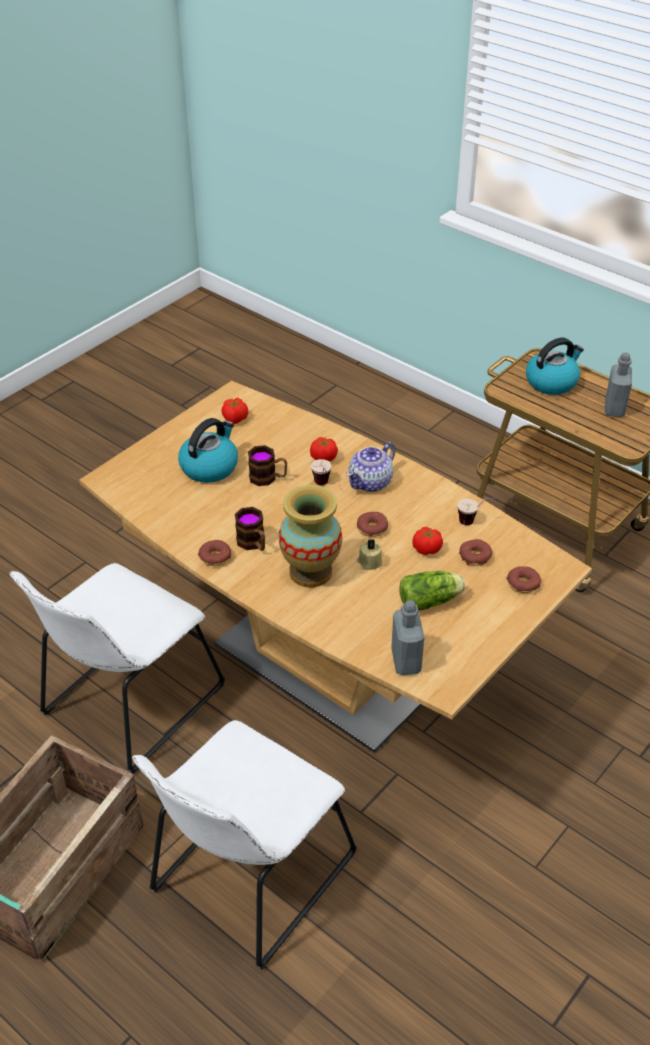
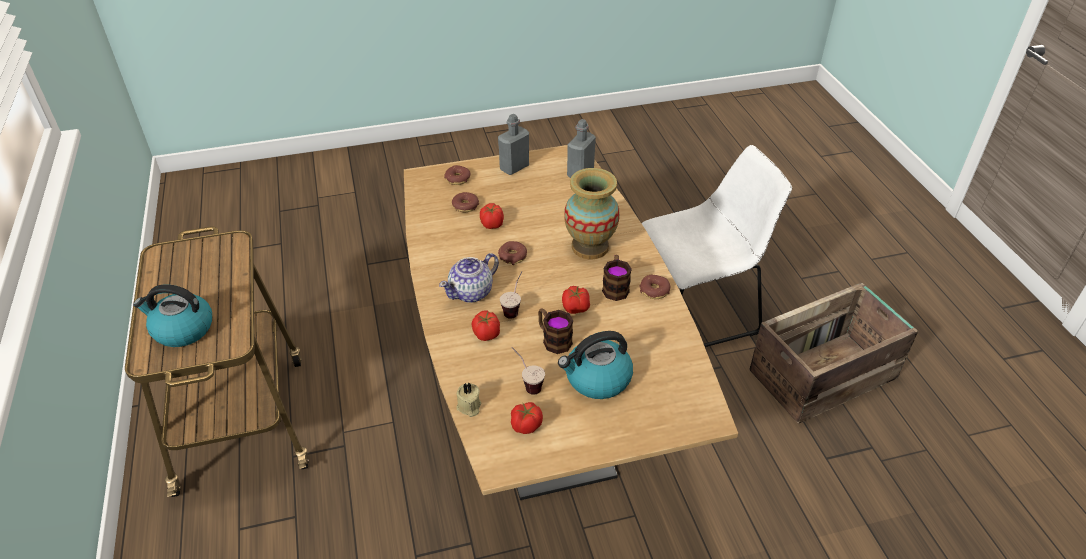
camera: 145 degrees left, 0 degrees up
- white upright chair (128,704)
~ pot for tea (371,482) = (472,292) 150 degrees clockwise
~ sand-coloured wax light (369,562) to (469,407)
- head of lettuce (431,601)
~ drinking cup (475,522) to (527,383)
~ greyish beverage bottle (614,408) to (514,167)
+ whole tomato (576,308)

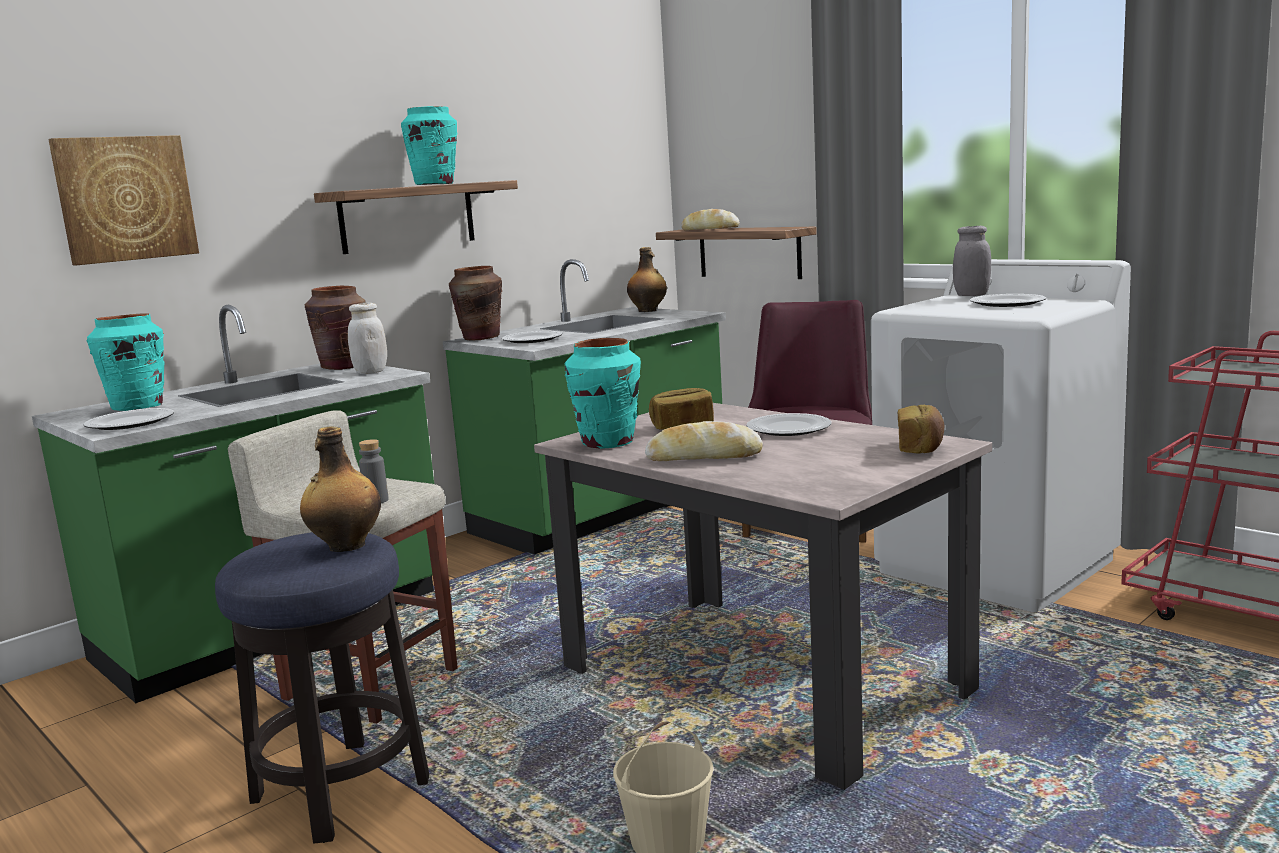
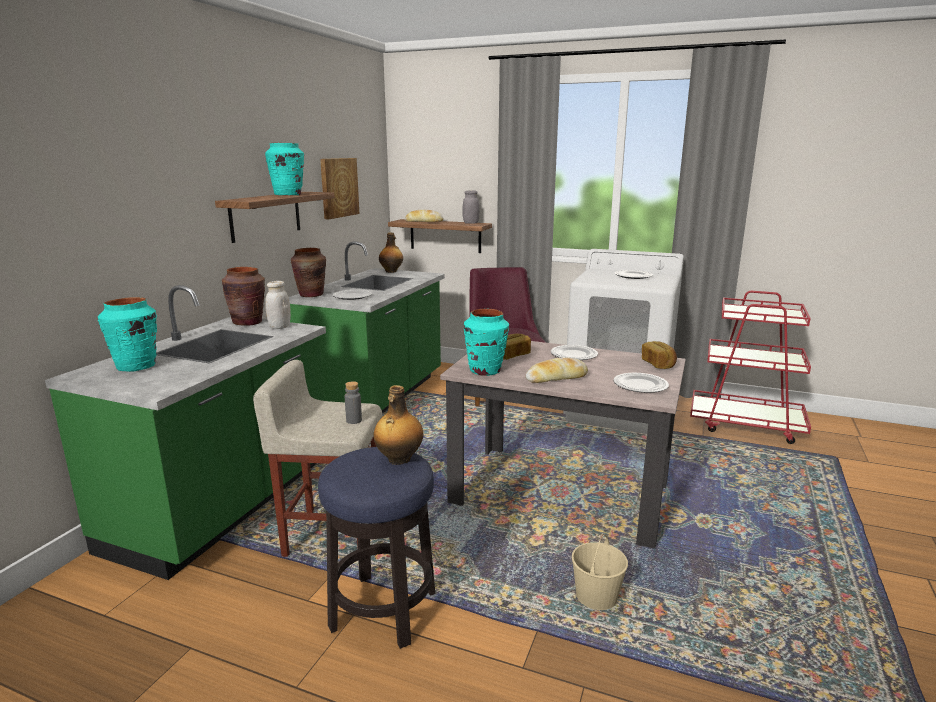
camera: 25 degrees left, 5 degrees up
~ picture (125,199) to (338,187)
~ dinner plate (131,423) to (641,385)
~ greyish preserve jar (971,295) to (470,223)

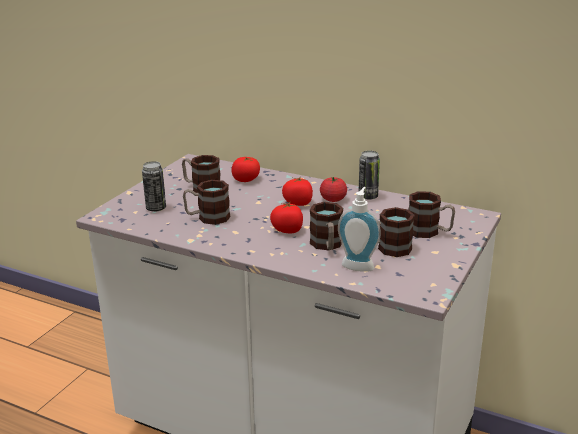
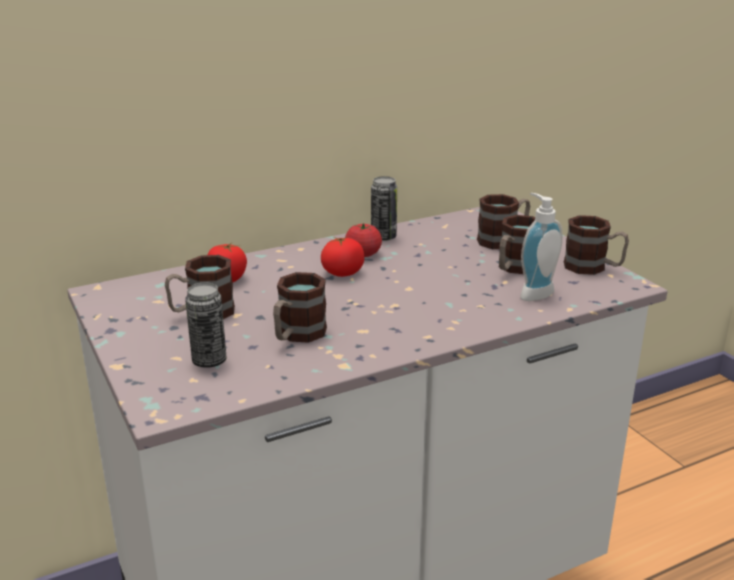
camera: 55 degrees left, 0 degrees up
- whole tomato (287,230)
~ mug (327,246) to (593,268)

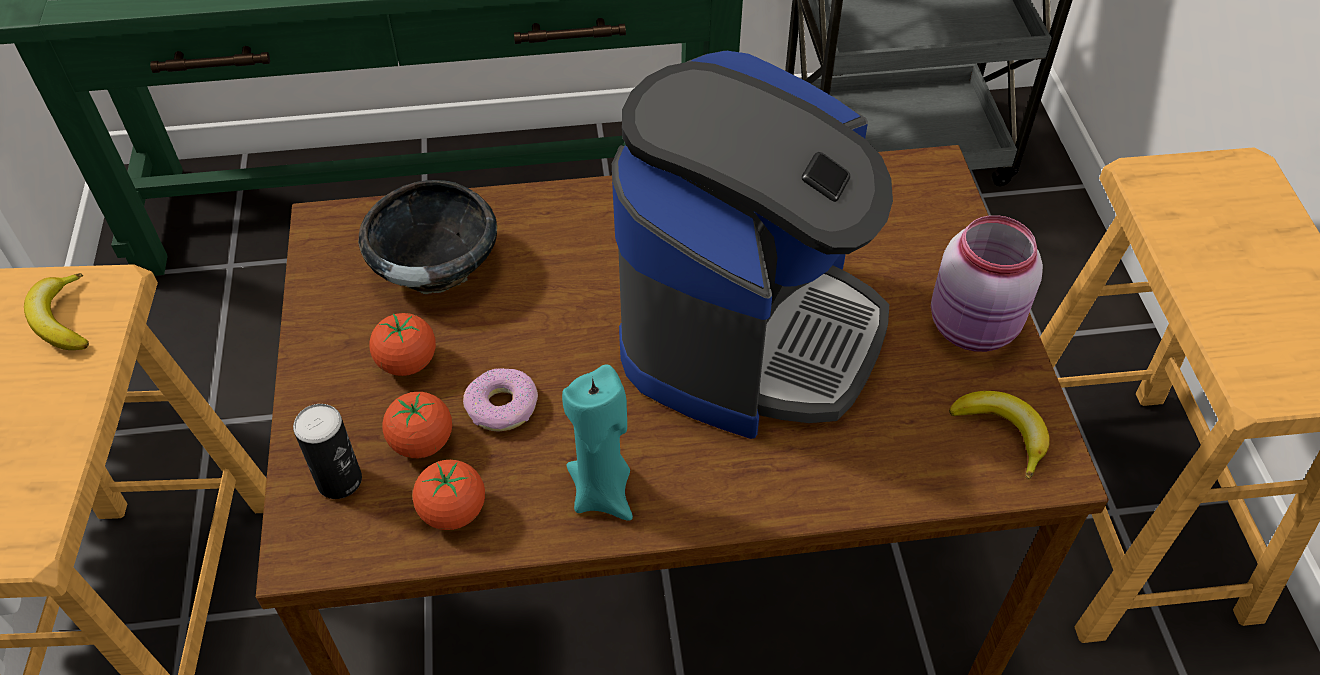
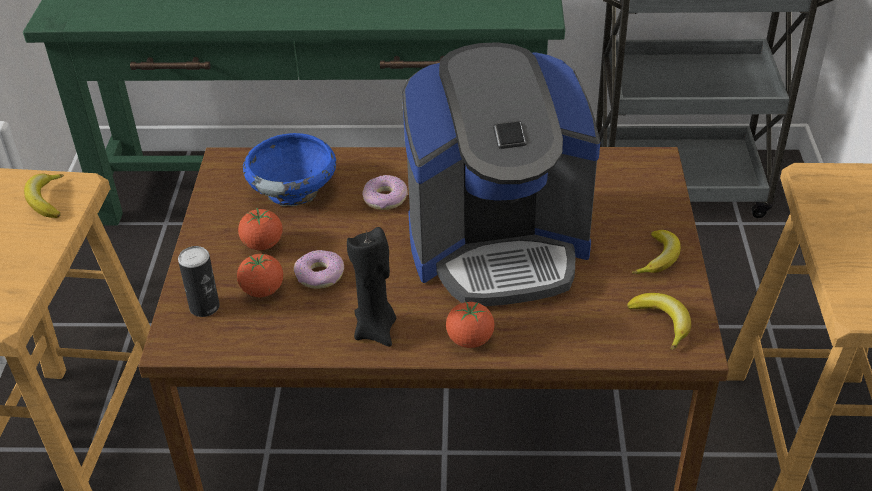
camera: 10 degrees right, 10 degrees down
~ black-coloured bowl (436,265) to blue-coloured bowl (294,190)
~ whole tomato (453,511) to (470,340)
~ turquoise wax light (603,492) to black-coloured wax light (376,330)
~ coffee machine (748,330) = (498,246) 45 degrees clockwise
~ pinkish preserve jar (974,328) to banana (659,258)
+ ring doughnut (385,198)

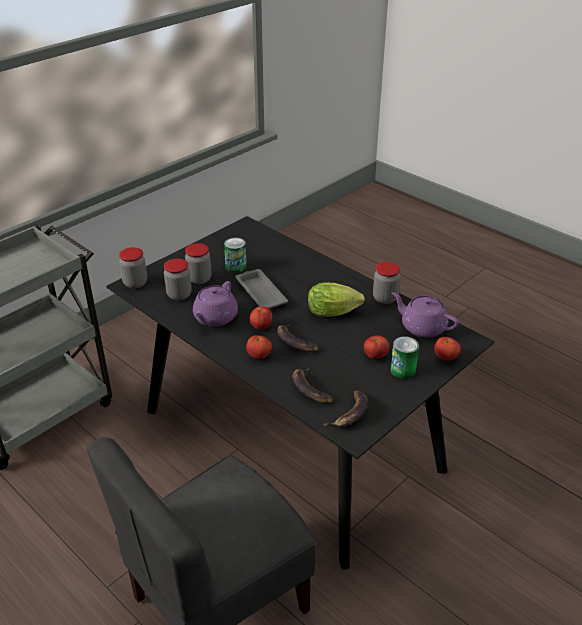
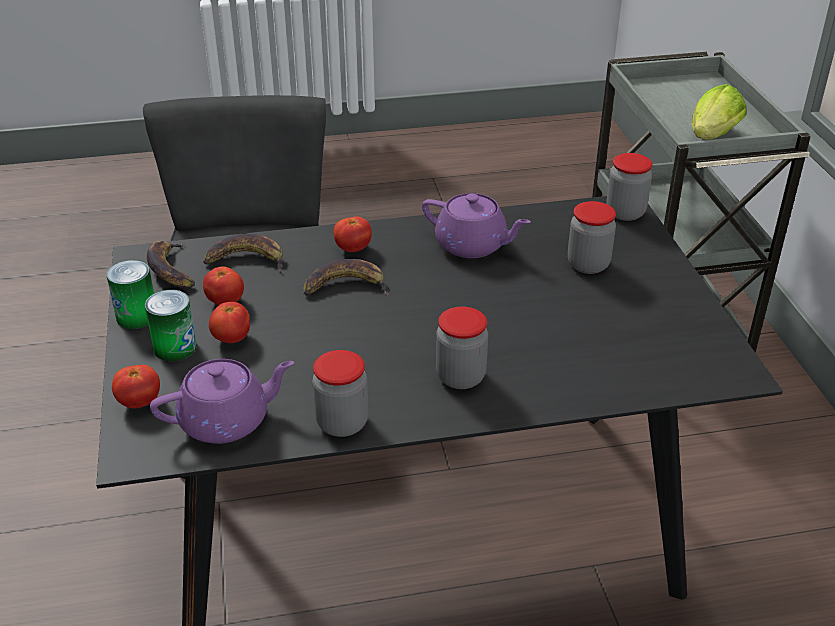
camera: 125 degrees right, 0 degrees up
~ preserve jar (179,295) to (460,377)
~ purple pot for tea (215,318) = (472,245) 150 degrees clockwise
~ sealed can (236,266) to (137,316)
- greyish carrying tray (260,293)
~ whole tomato (261,327) to (225,302)
~ head of lettuce (335,312) to (710,138)

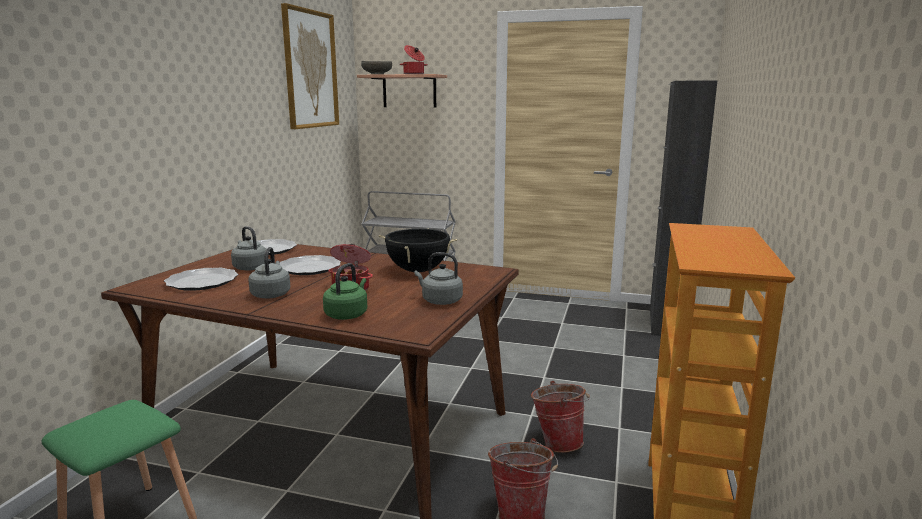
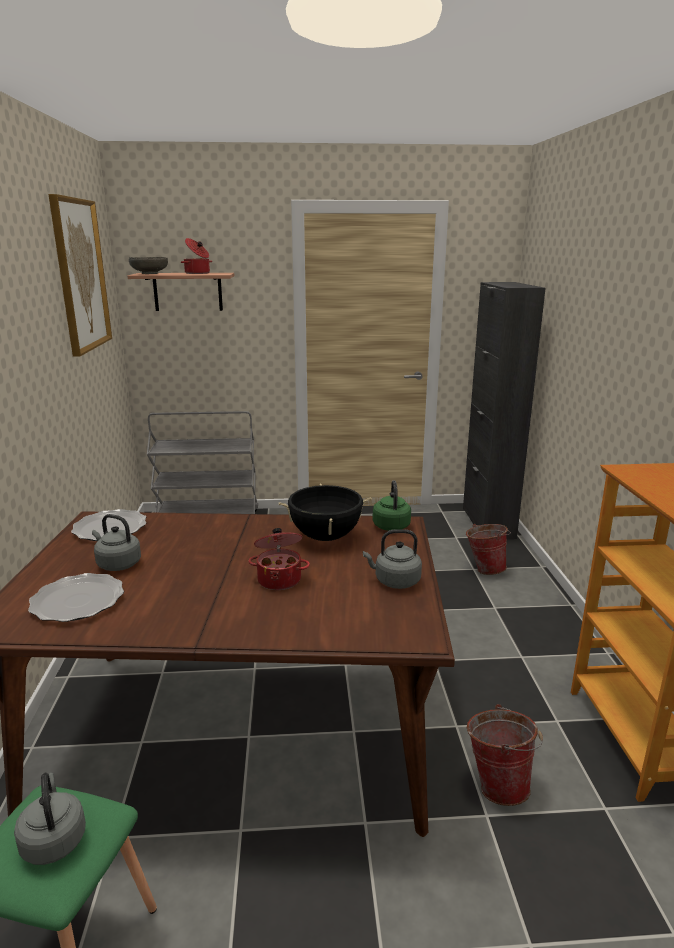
camera: 20 degrees left, 5 degrees up
~ greyish tea kettle (271,294) to (54,839)
- dinner plate (309,268)
~ greenish tea kettle (347,314) to (391,525)
~ bucket (558,443) to (484,568)

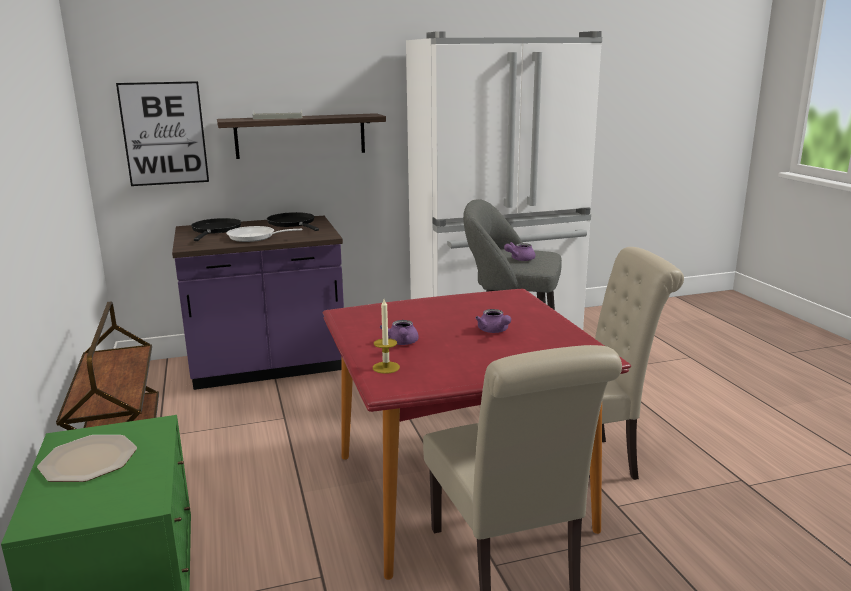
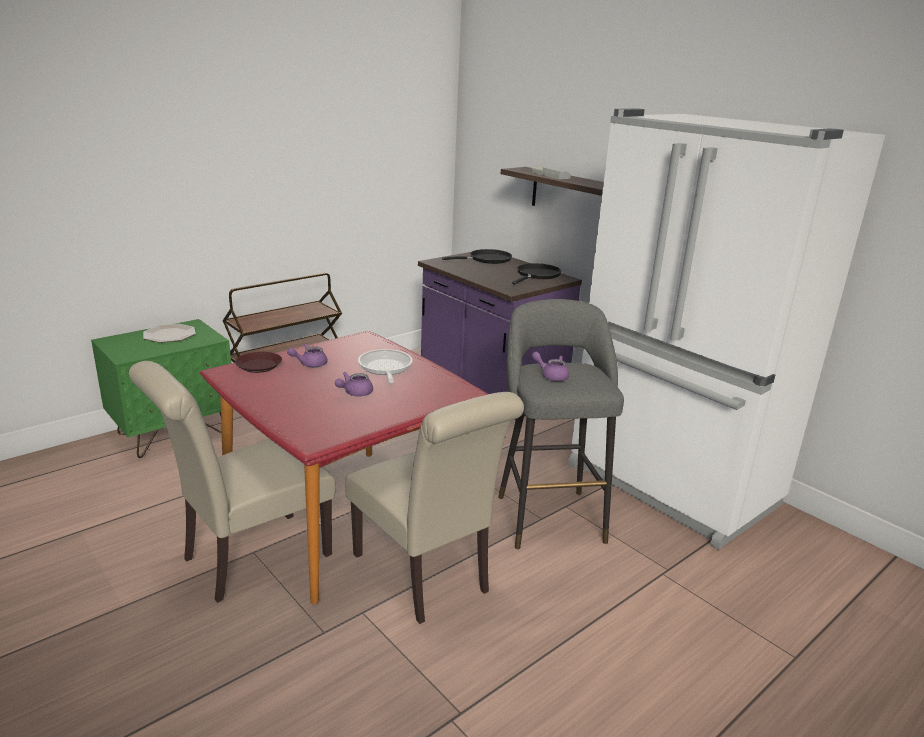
camera: 65 degrees right, 5 degrees up
- picture (164,134)
~ frying pan (255,237) to (385,368)
~ wax light (386,367) to brown dinner plate (259,366)

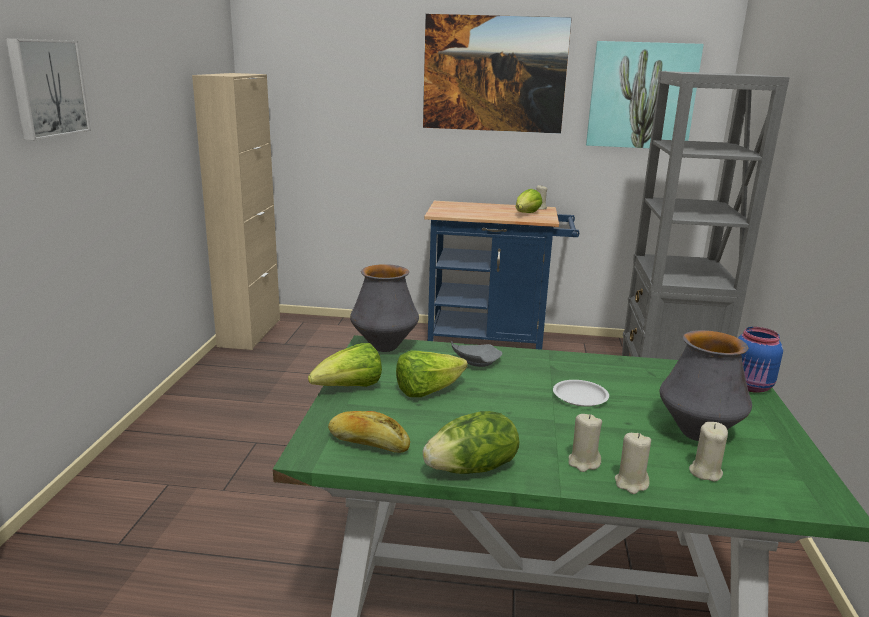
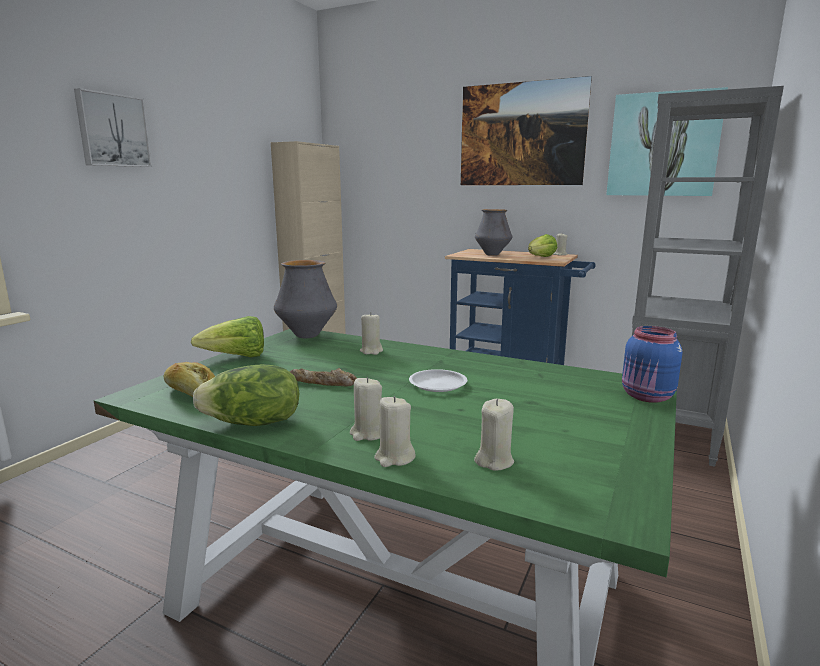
camera: 20 degrees right, 5 degrees down
- head of lettuce (427,391)
~ greyish dinner plate (475,362) to sand-coloured wax light (371,351)
~ vase (697,434) to (492,254)
+ baked bread (322,383)

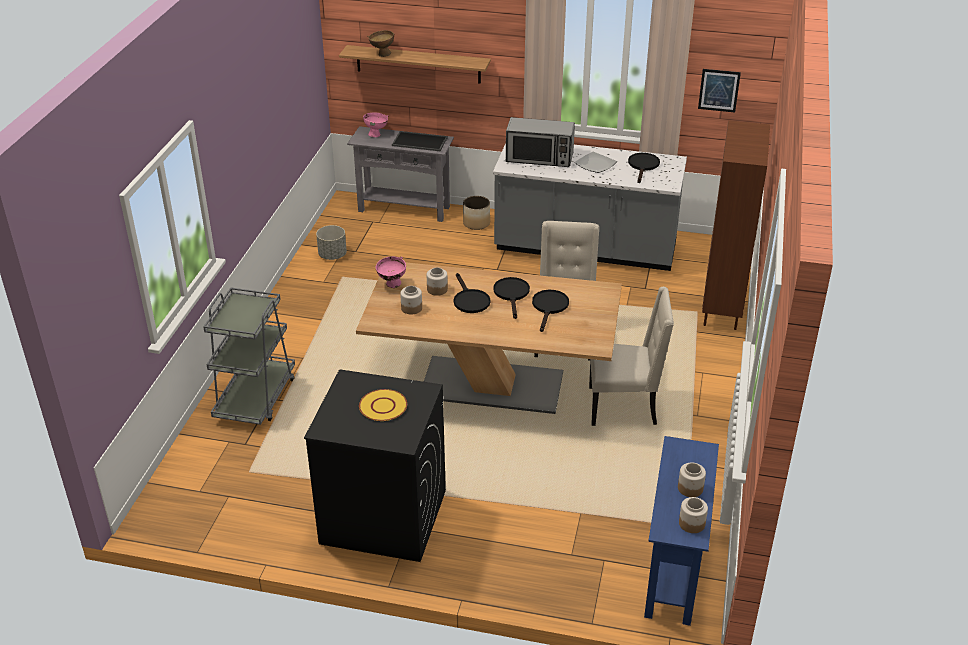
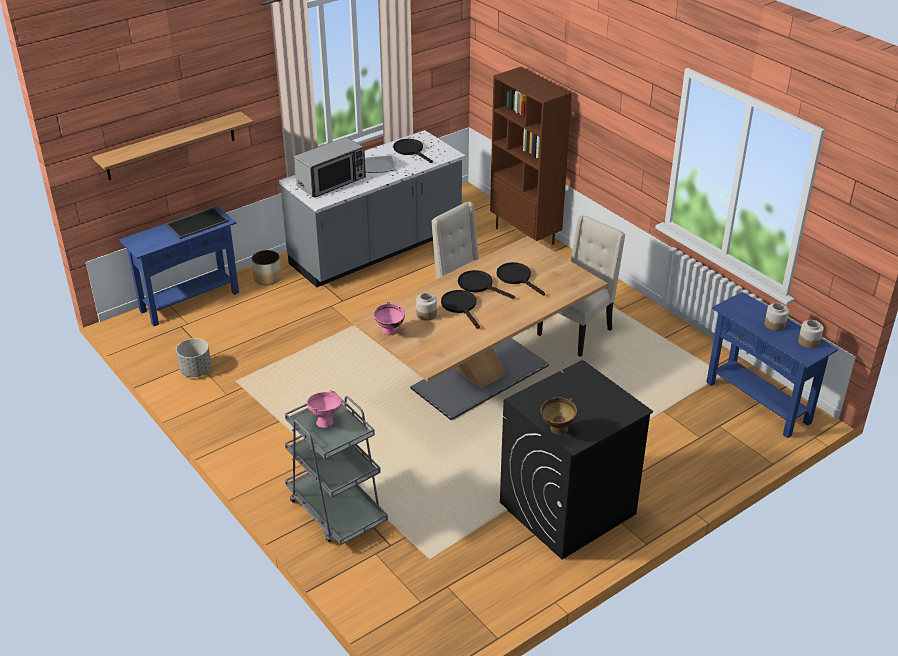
camera: 50 degrees left, 0 degrees up
~ greyish console table (404,209) to blue-coloured console table (190,301)
- yellow-coloured dinner plate (383,406)
~ pinkish bowl (377,134) to (326,420)
~ brown bowl (381,54) to (556,431)
- preserve jar (411,308)
~ black-coloured frying pan (469,300) = (461,307) 135 degrees counterclockwise
- picture (719,90)

